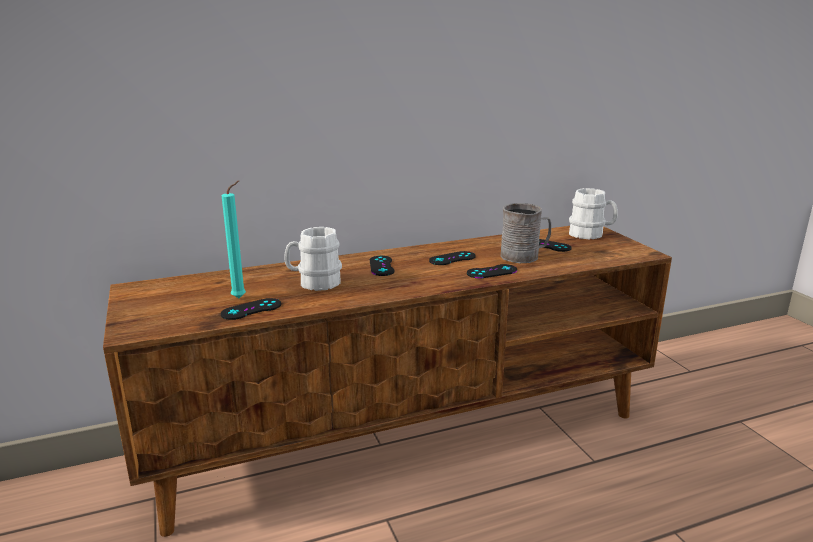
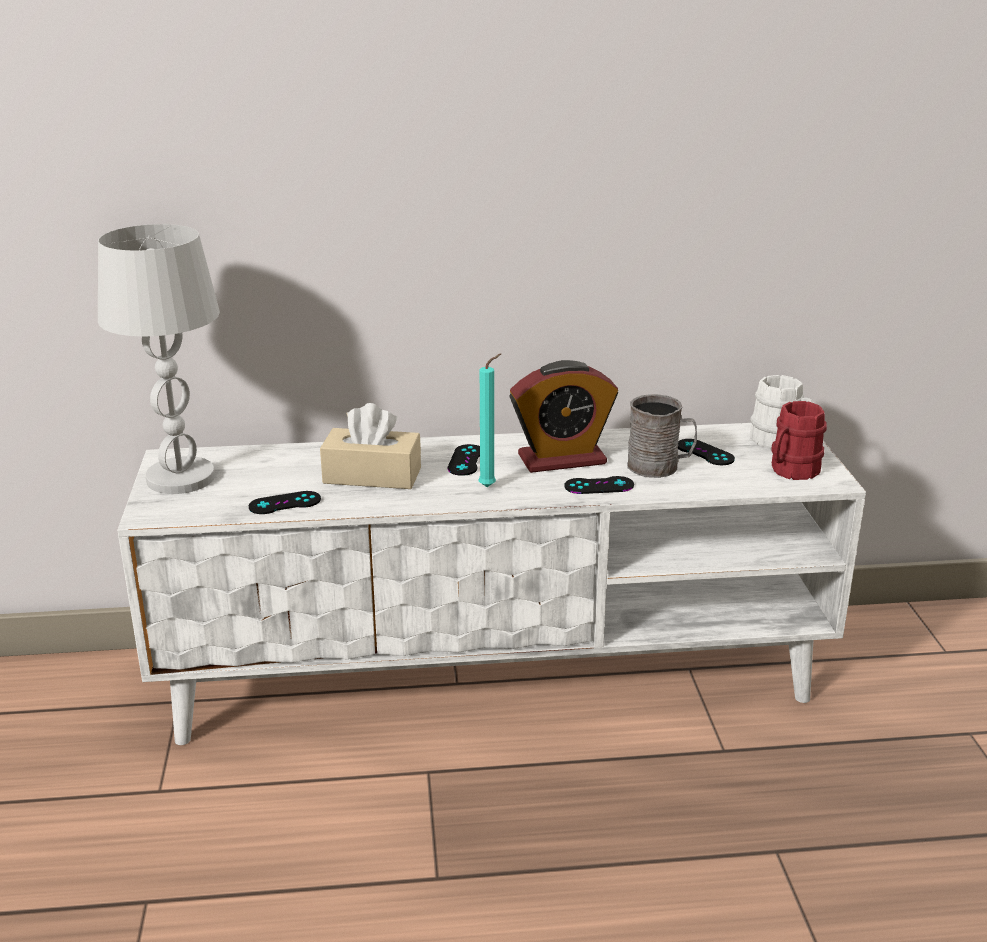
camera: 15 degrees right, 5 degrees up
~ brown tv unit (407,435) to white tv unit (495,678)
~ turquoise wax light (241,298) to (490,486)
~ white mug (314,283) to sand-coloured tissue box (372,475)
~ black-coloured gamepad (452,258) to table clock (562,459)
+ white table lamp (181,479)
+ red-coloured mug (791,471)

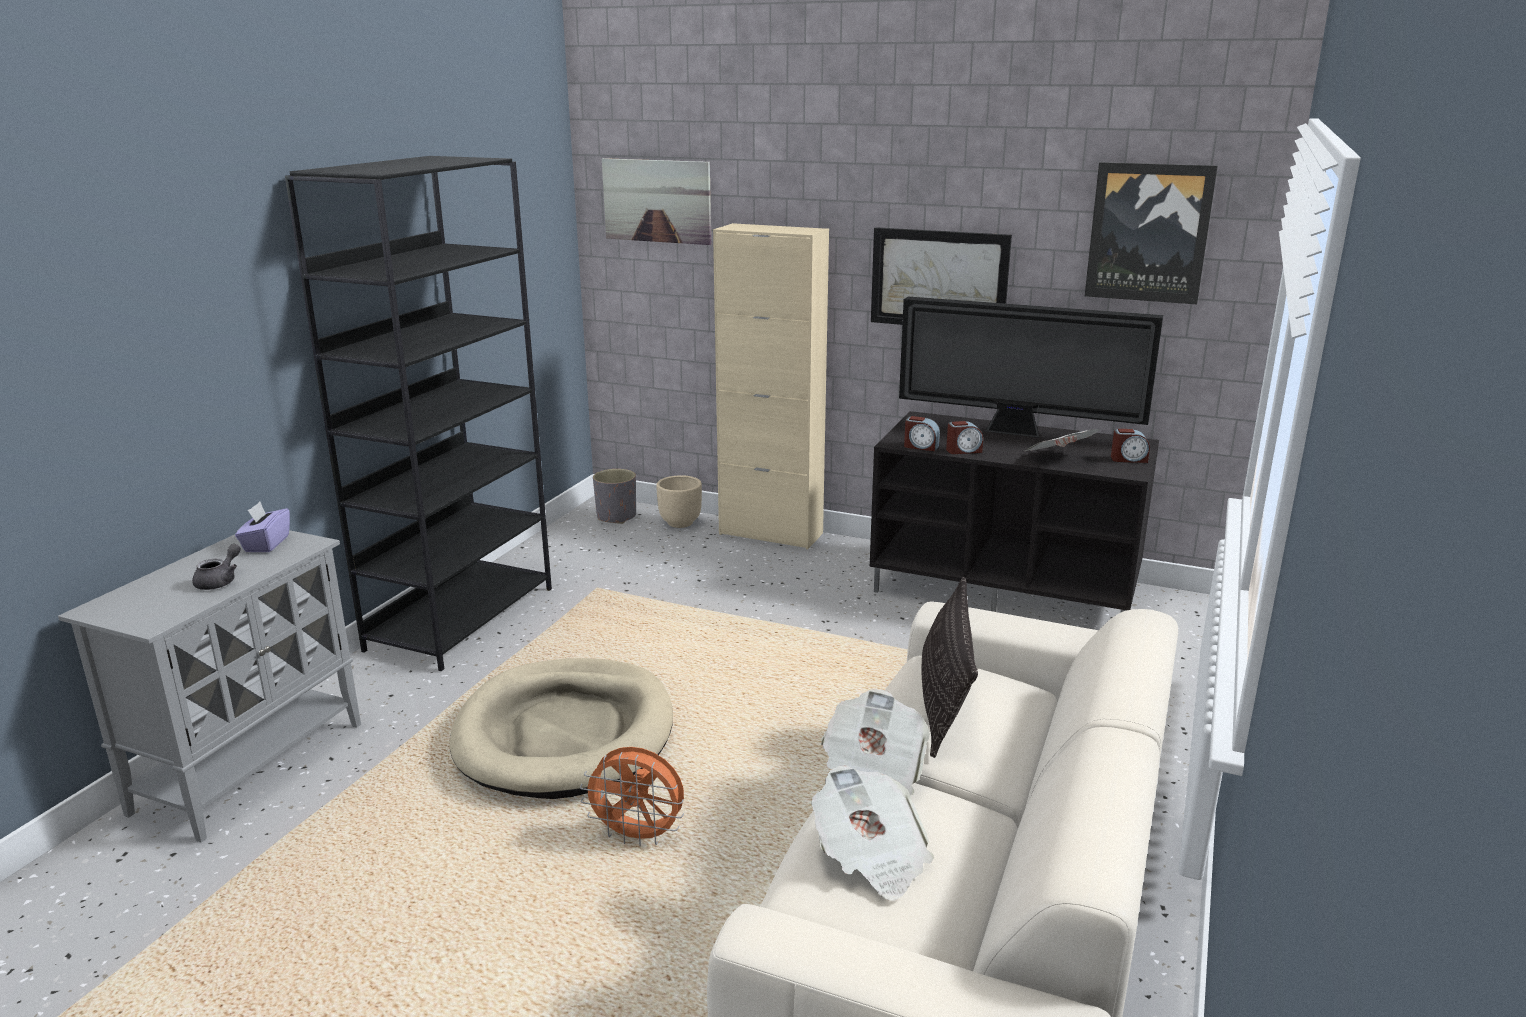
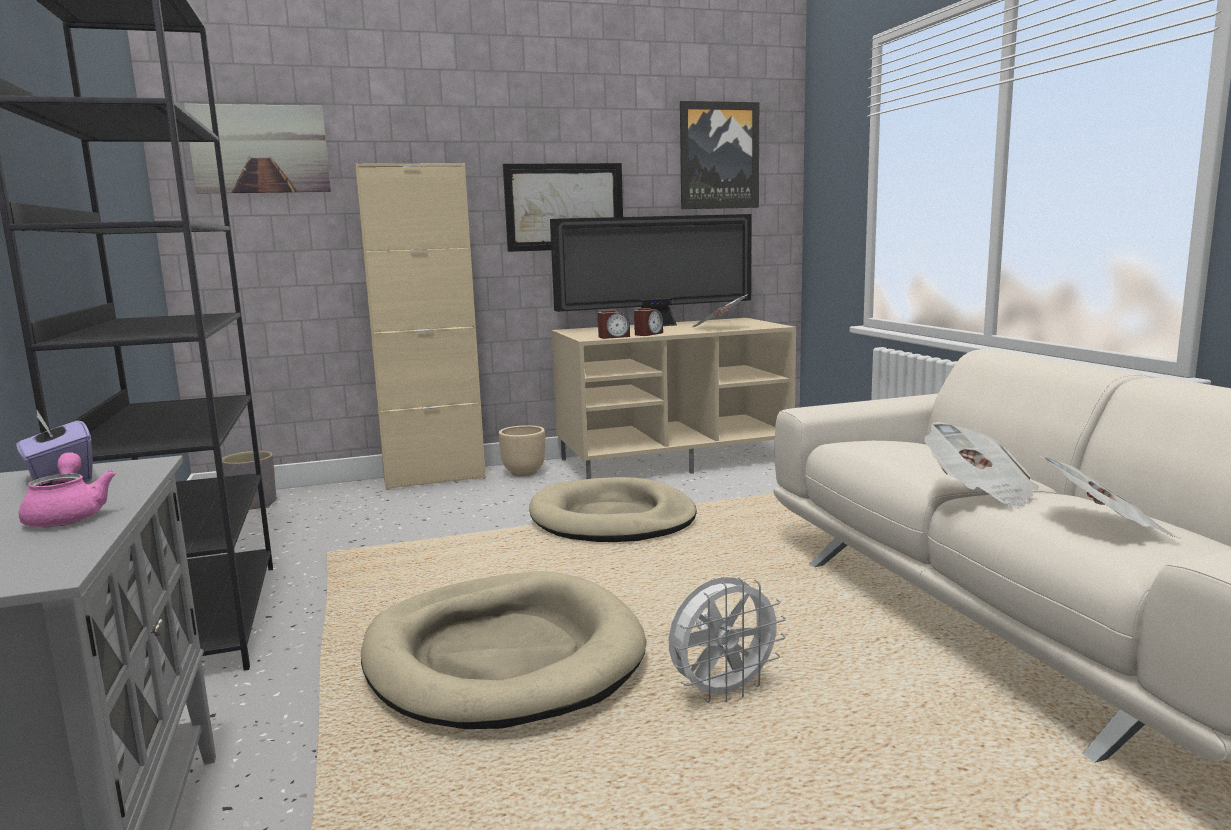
camera: 40 degrees left, 10 degrees down
~ greyish pot for tea (220,581) to pinkish pot for tea (68,515)
~ orangey electric fan (638,836) to white electric fan (723,692)
~ sand-coloured planter (680,523) to (524,473)
~ black-coloured tv unit (1007,588) to sand-coloured tv unit (674,460)
- cushion (944,701)
- table clock (1128,459)
+ sand-coloured dog cushion (612,519)

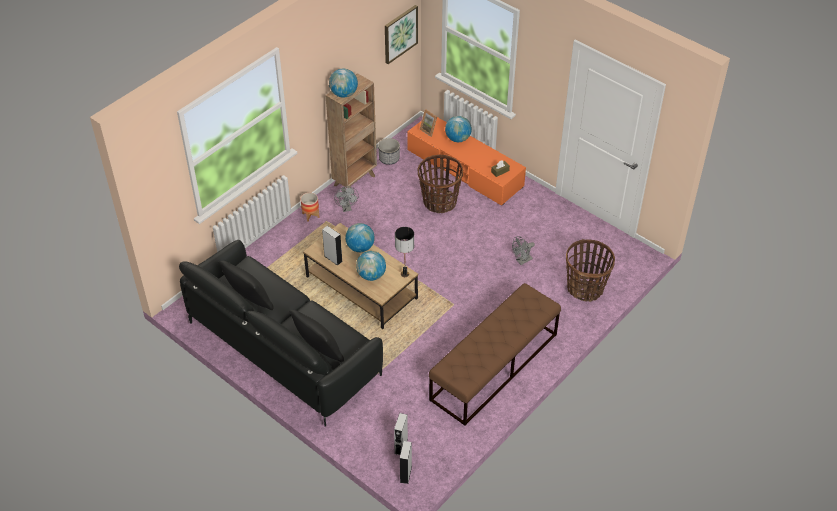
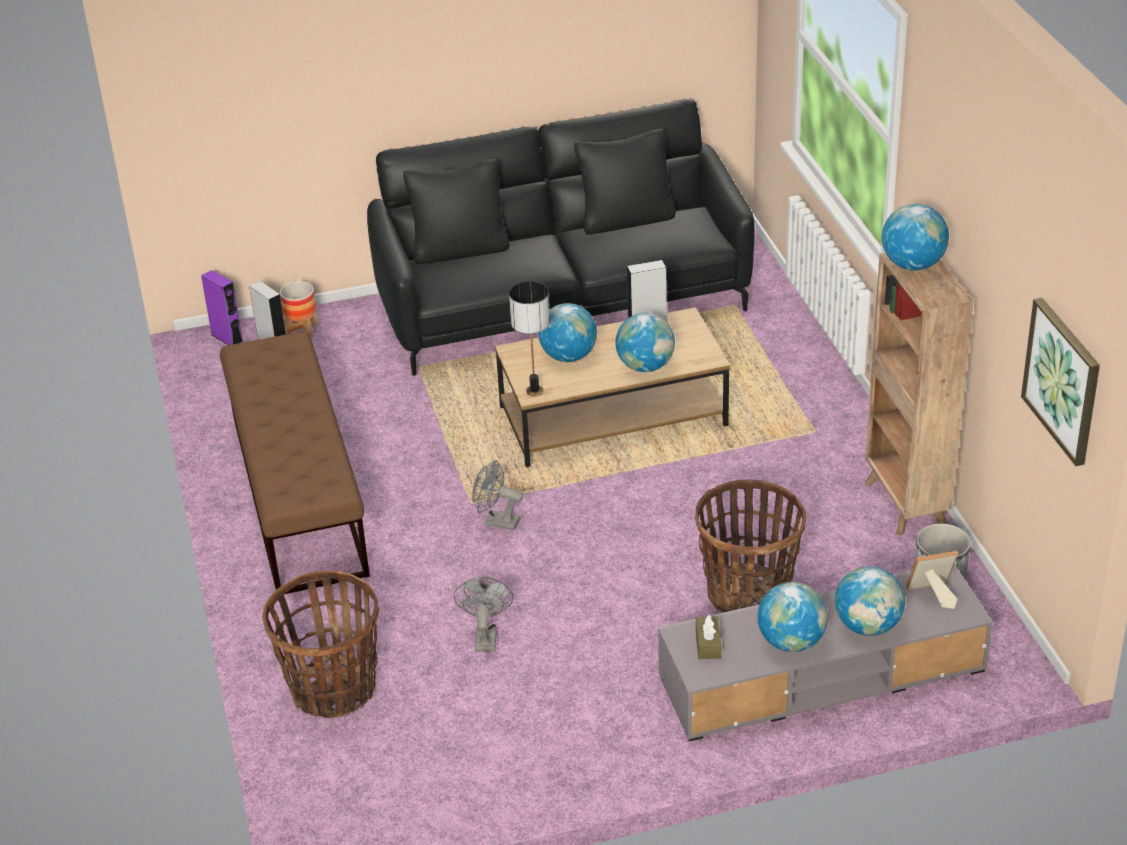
camera: 125 degrees right, 10 degrees down
~ planter (310,215) to (302,329)
~ greyish electric fan (347,208) to (496,521)
~ greyish audio speaker (406,474) to purple audio speaker (227,338)
~ orangey tv unit (464,169) to greyish tv unit (821,674)
+ world globe (791,642)

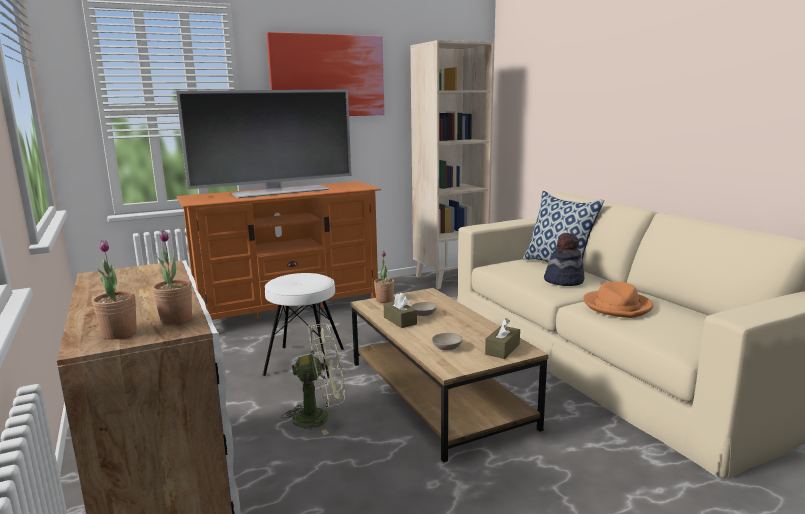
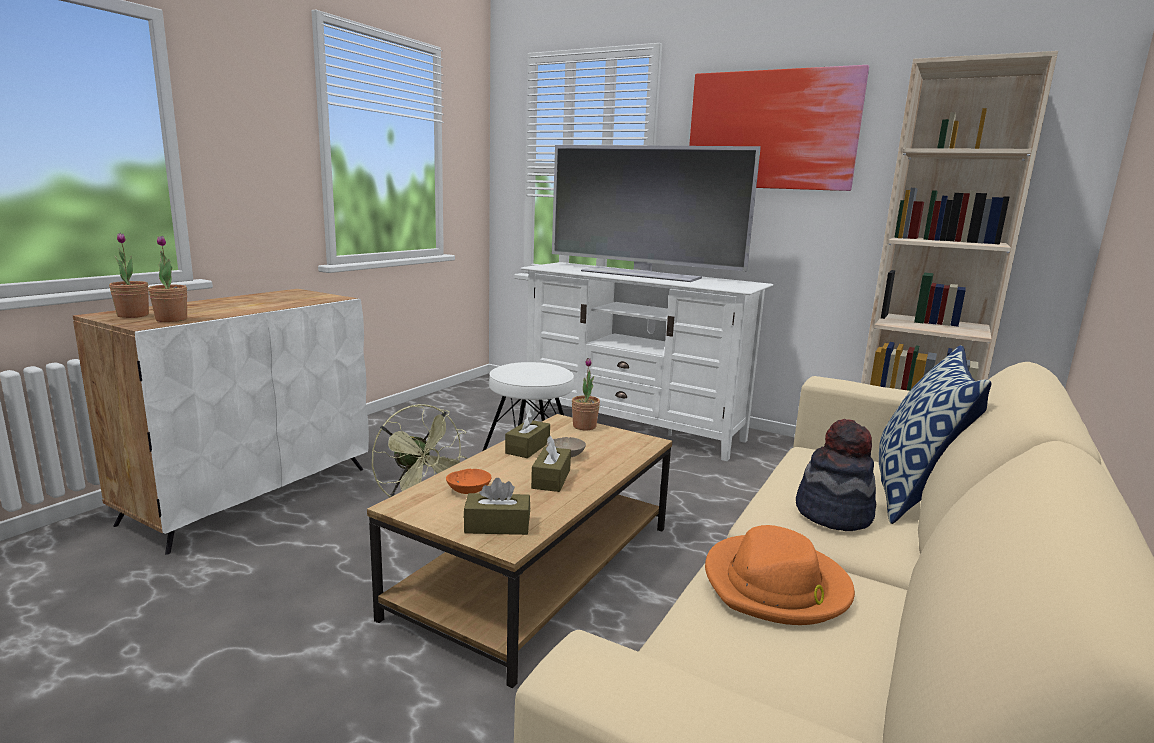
camera: 55 degrees right, 0 degrees up
~ orangey tv unit (290,311) to white tv unit (633,426)
~ sand-coloured bowl (448,348) to orangey bowl (469,490)
+ brown tissue box (551,479)

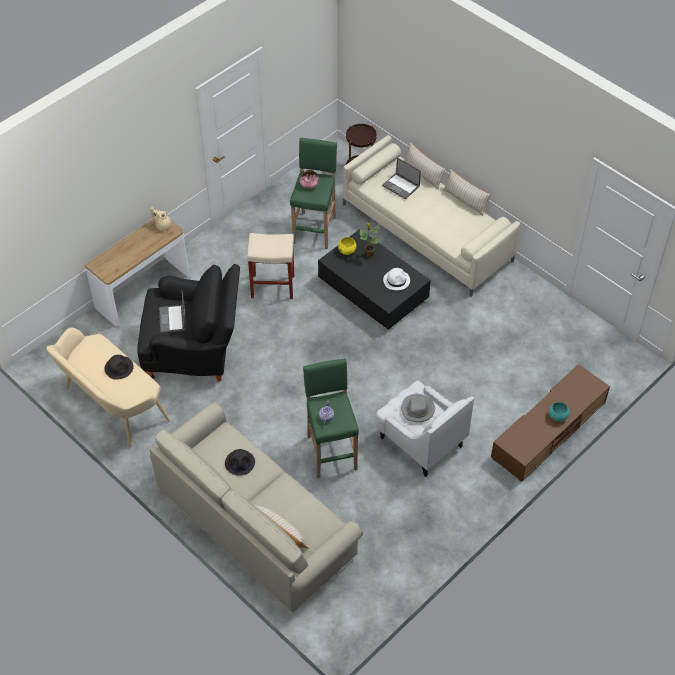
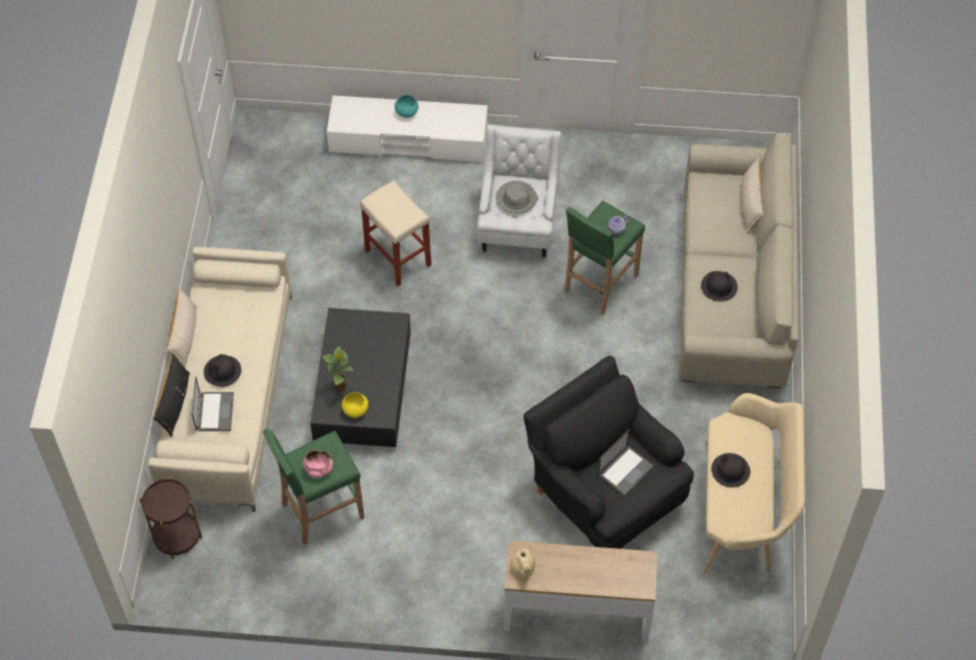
camera: 130 degrees left, 5 degrees up
~ sand-coloured stool seat (273,286) to (397,257)
- white hat (396,280)
~ sand-coloured cushion (423,174) to black-coloured cushion (174,404)
~ brown tv unit (548,430) to white tv unit (408,140)
+ black-coloured hat (222,371)

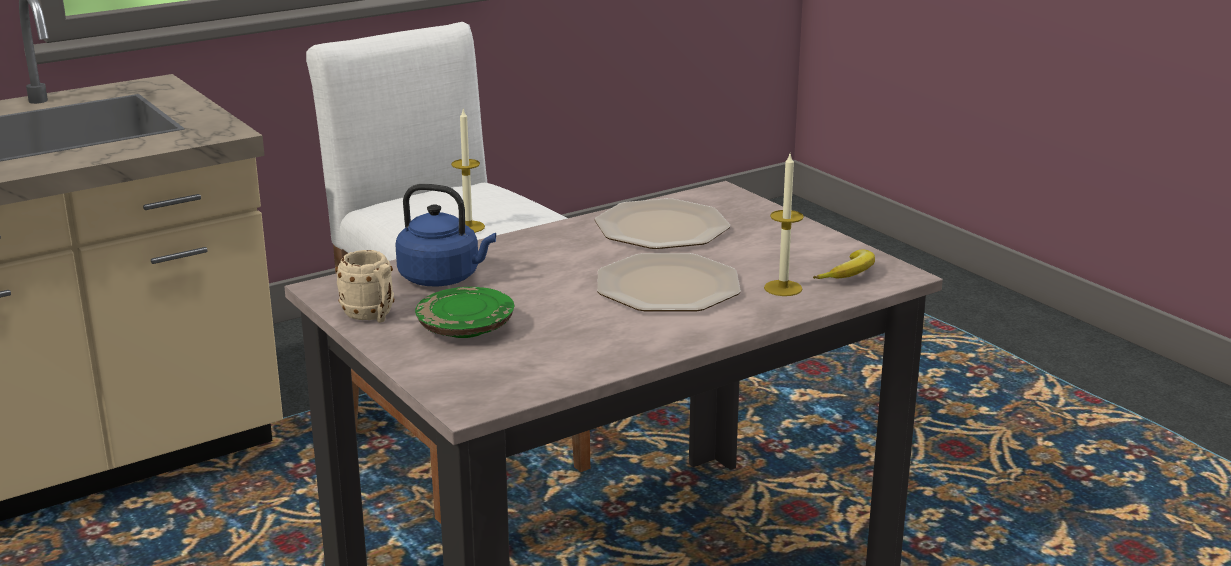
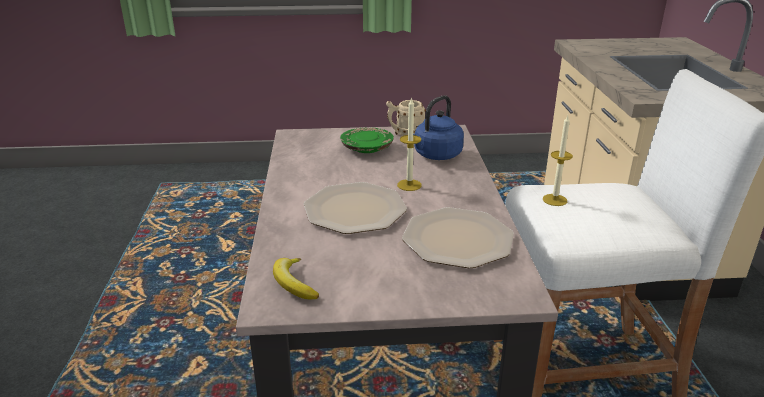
camera: 120 degrees right, 5 degrees up
~ wax light (783,288) to (409,185)

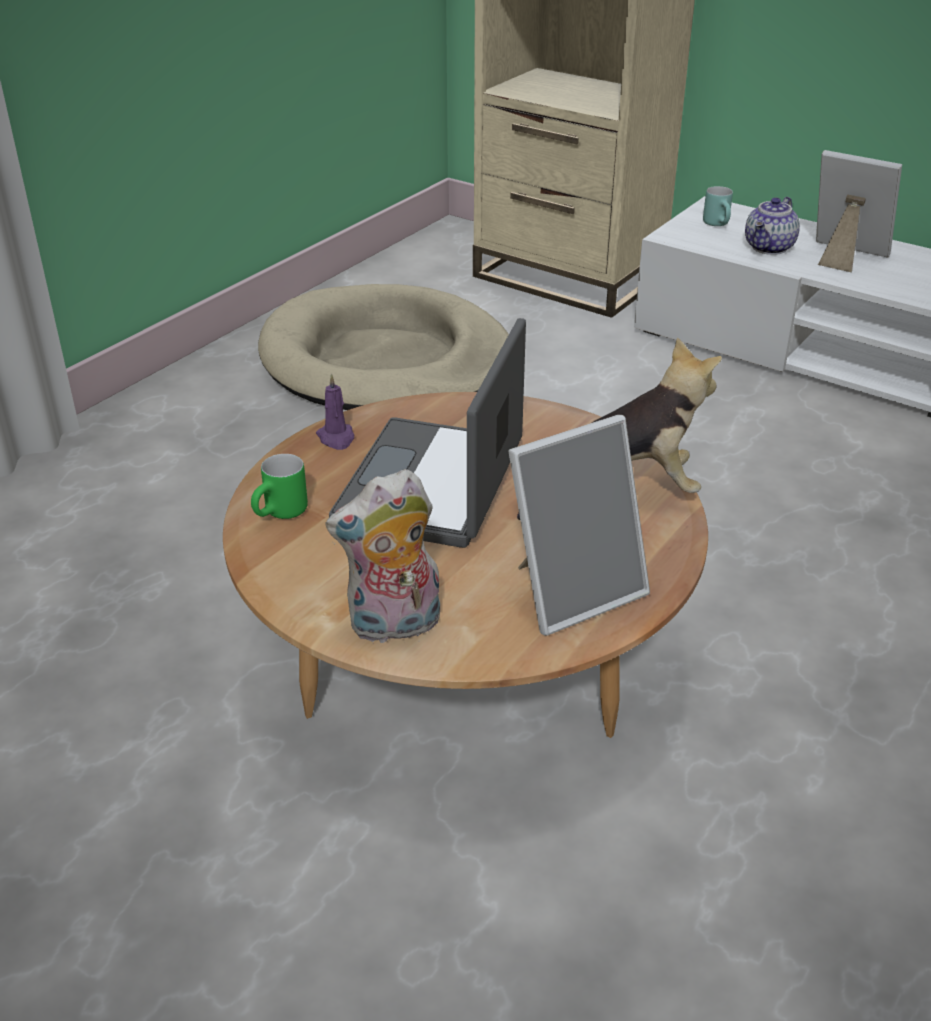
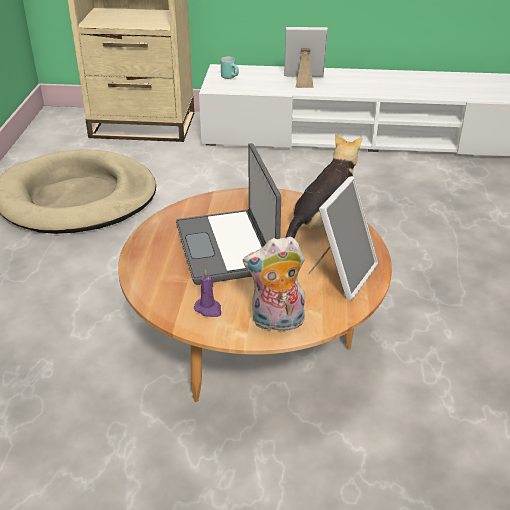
camera: 30 degrees left, 0 degrees up
- greenish mug (282,515)
~ purple wax light (336,438) to (208,309)
~ soft toy (394,626) = (277,323) 45 degrees clockwise
- pot for tea (770,248)

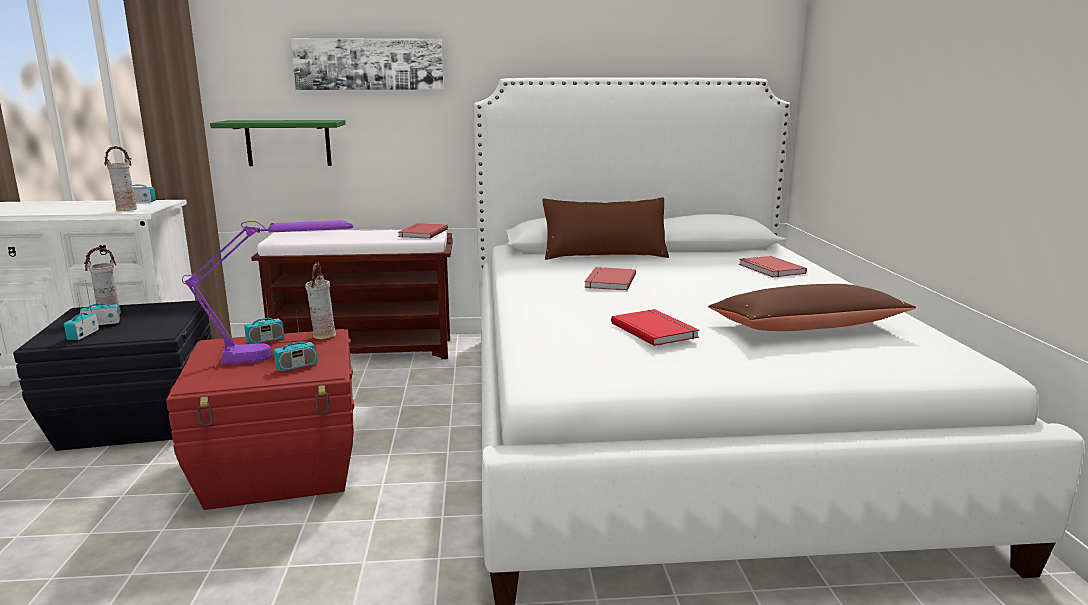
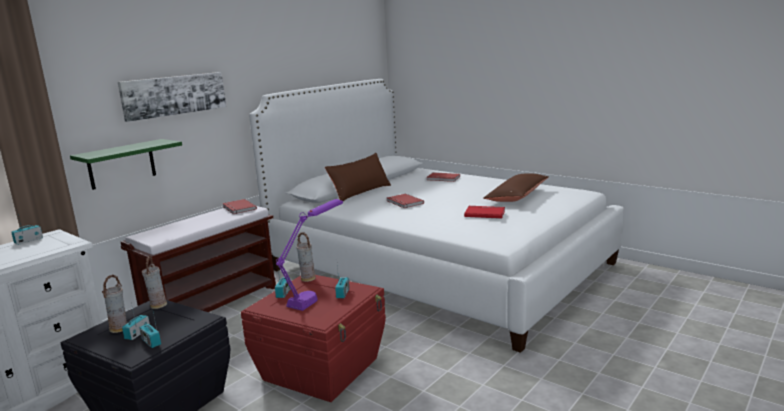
camera: 45 degrees left, 0 degrees up
~ vase (126,210) to (157,305)

